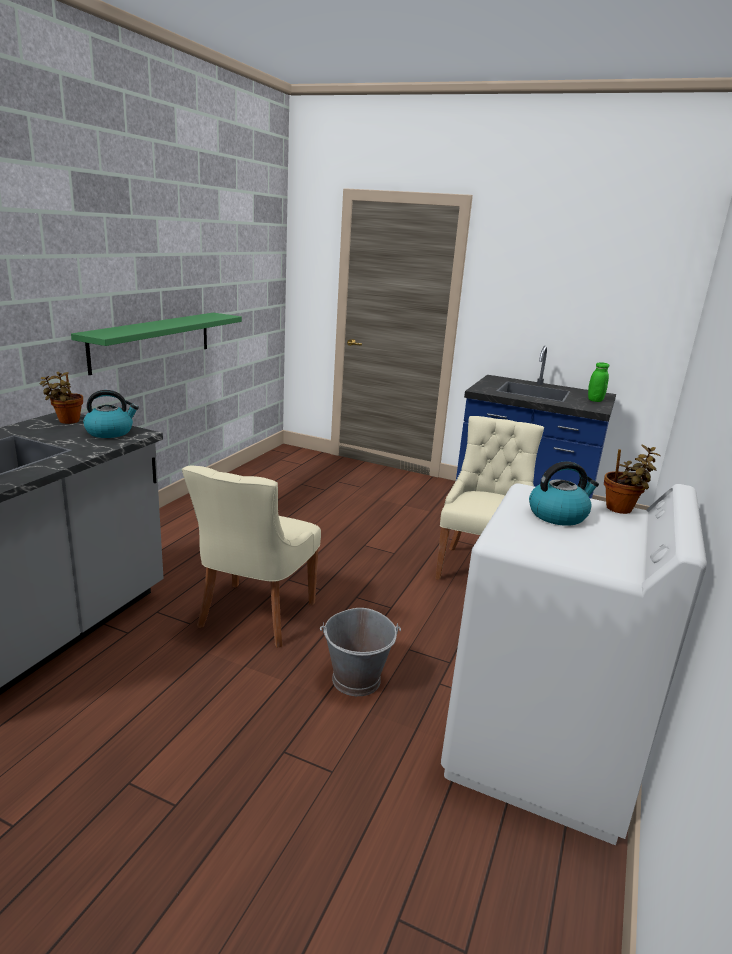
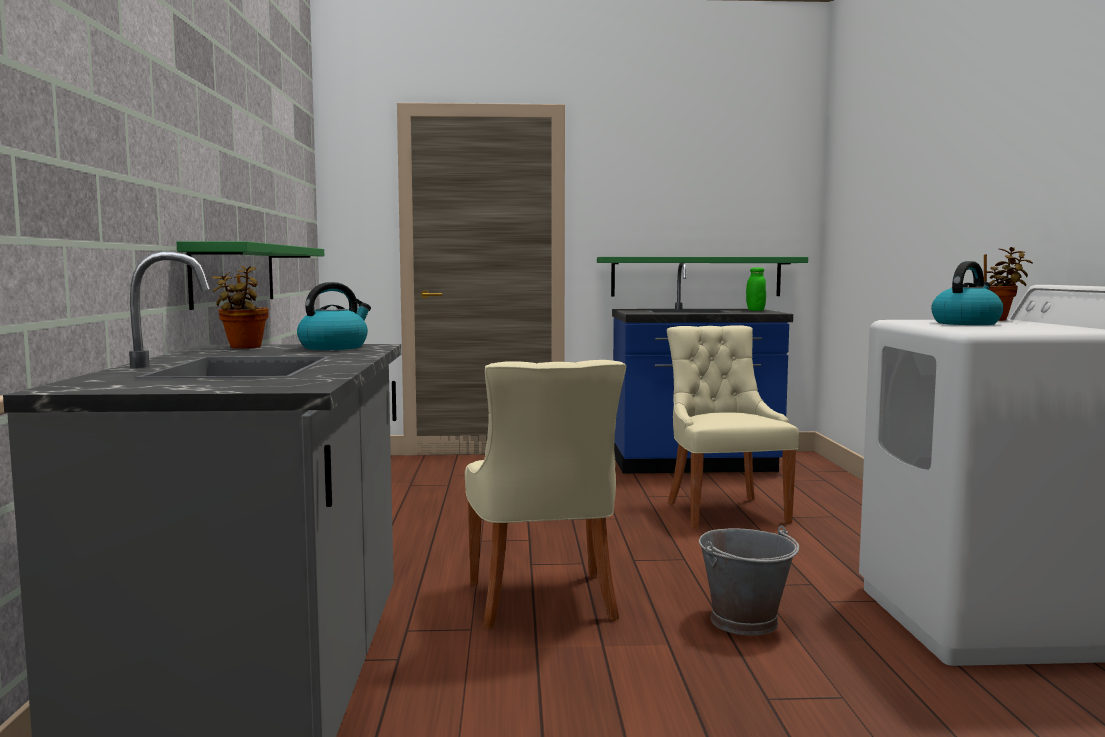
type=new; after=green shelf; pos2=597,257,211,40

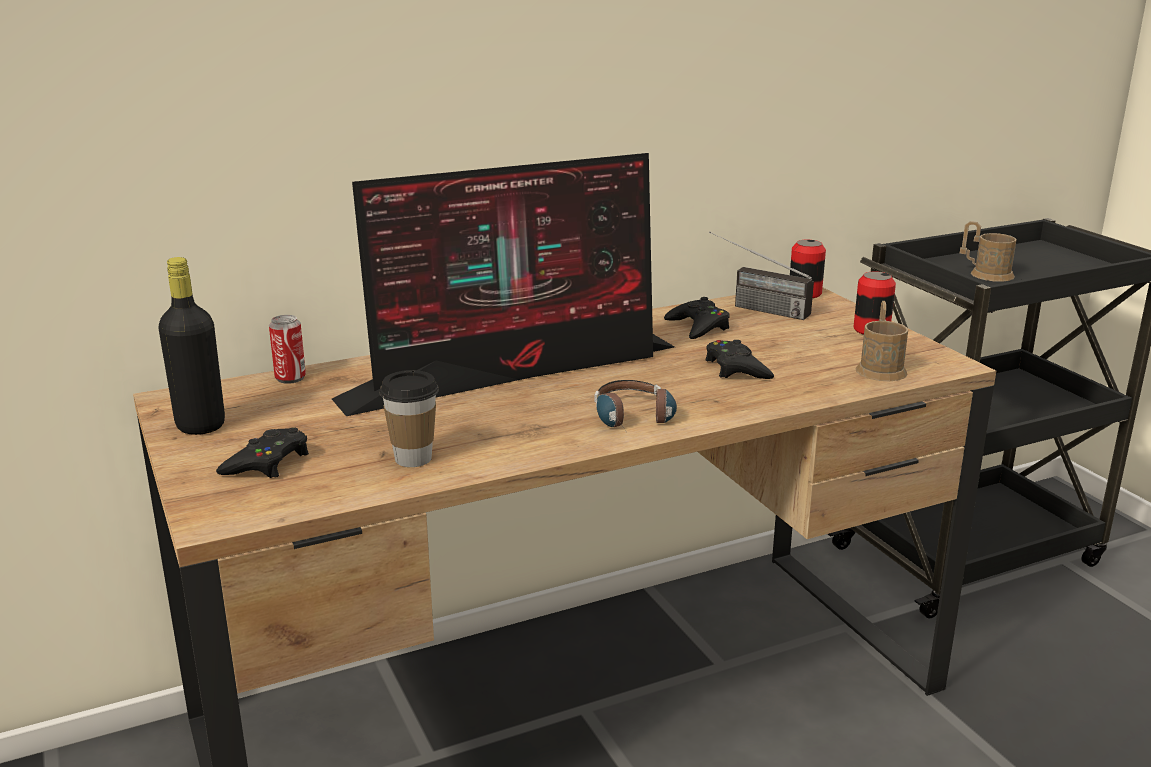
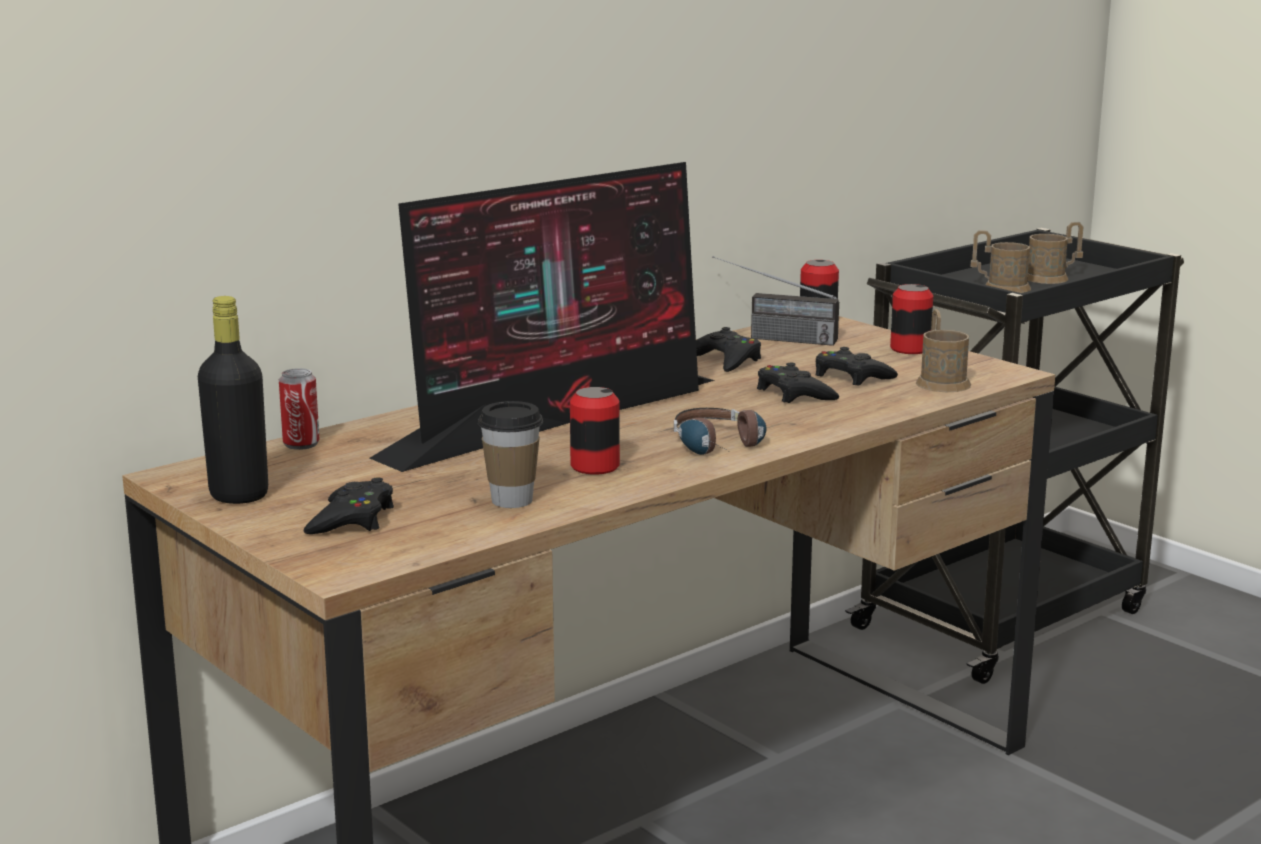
type=new; after=can; pos2=570,387,50,88
type=new; after=black game controller; pos2=816,347,82,39
type=new; after=brown mug; pos2=1027,222,57,62

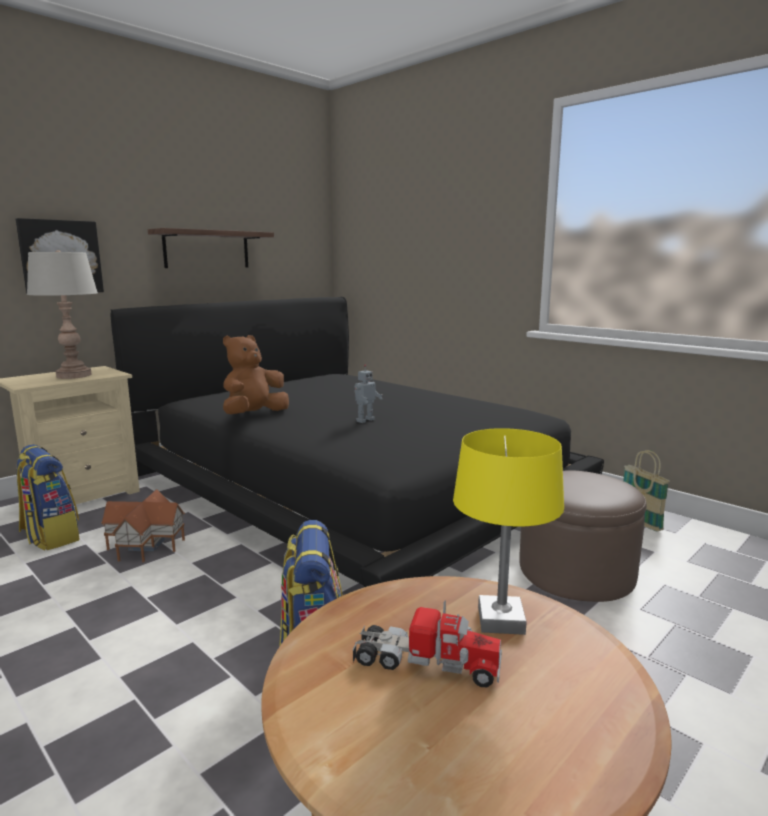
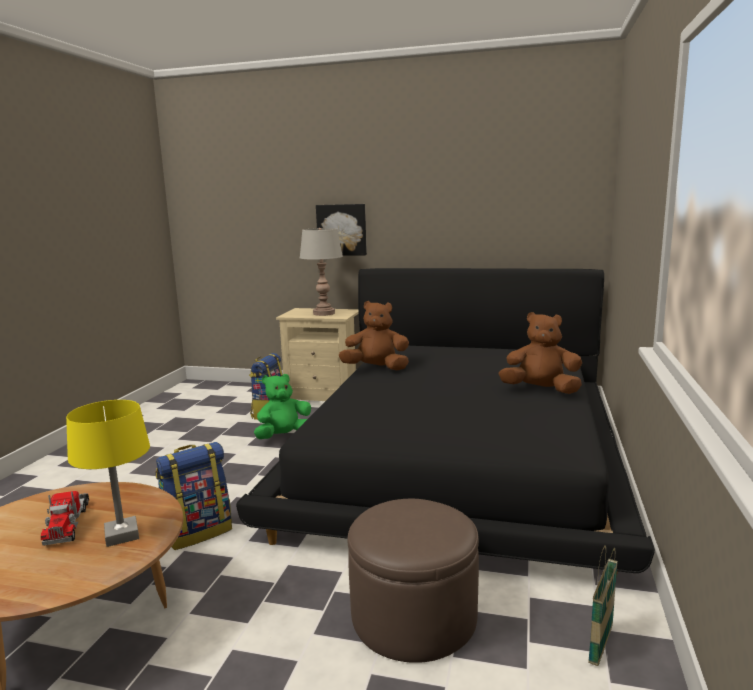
type=gone; before=shelf; pos1=148,228,126,40
type=gone; before=toy robot; pos1=355,365,27,58
type=new; after=brown plush toy; pos2=499,312,83,82
type=swapped; before=toy house; after=green plush toy; pos1=101,489,84,73; pos2=254,374,57,65

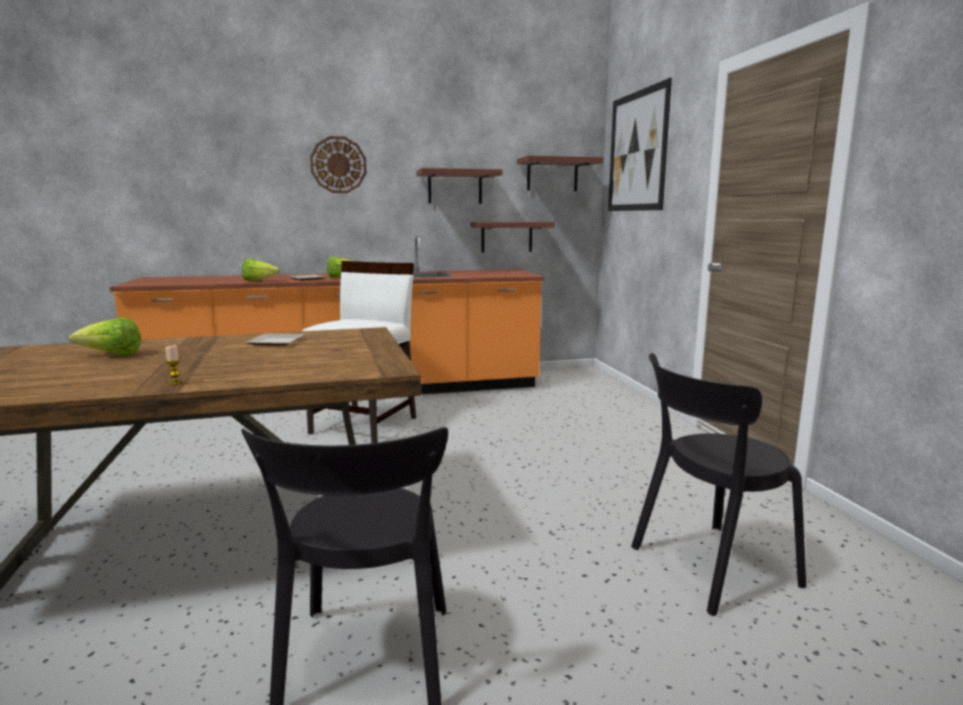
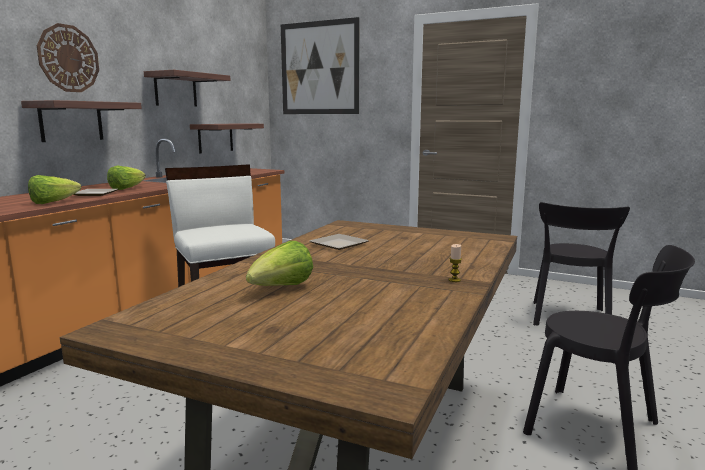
type=shifted; before=shelf; pos1=517,155,86,36; pos2=21,100,121,42

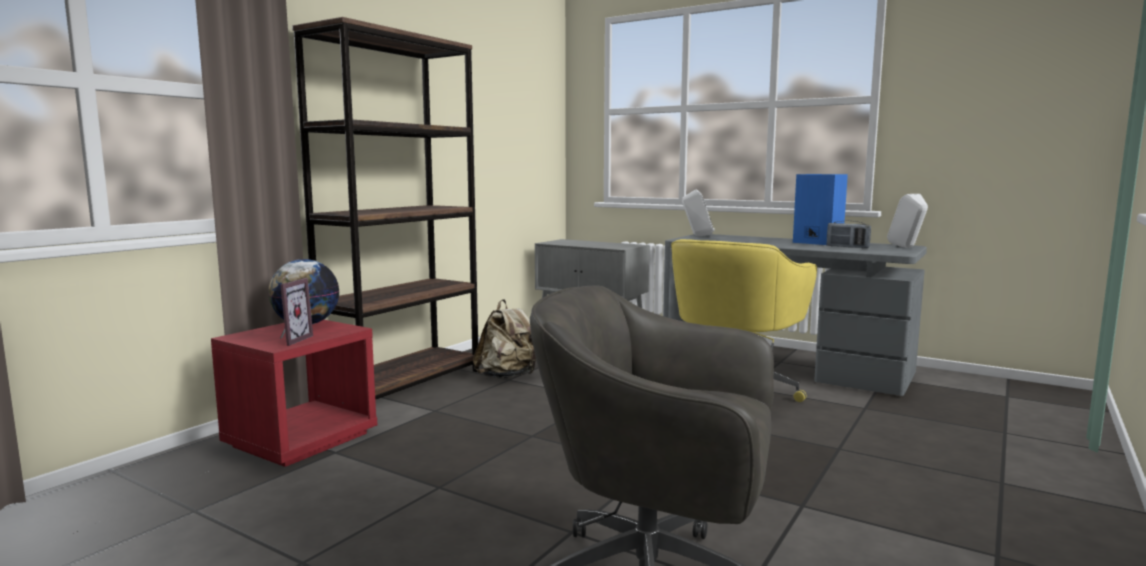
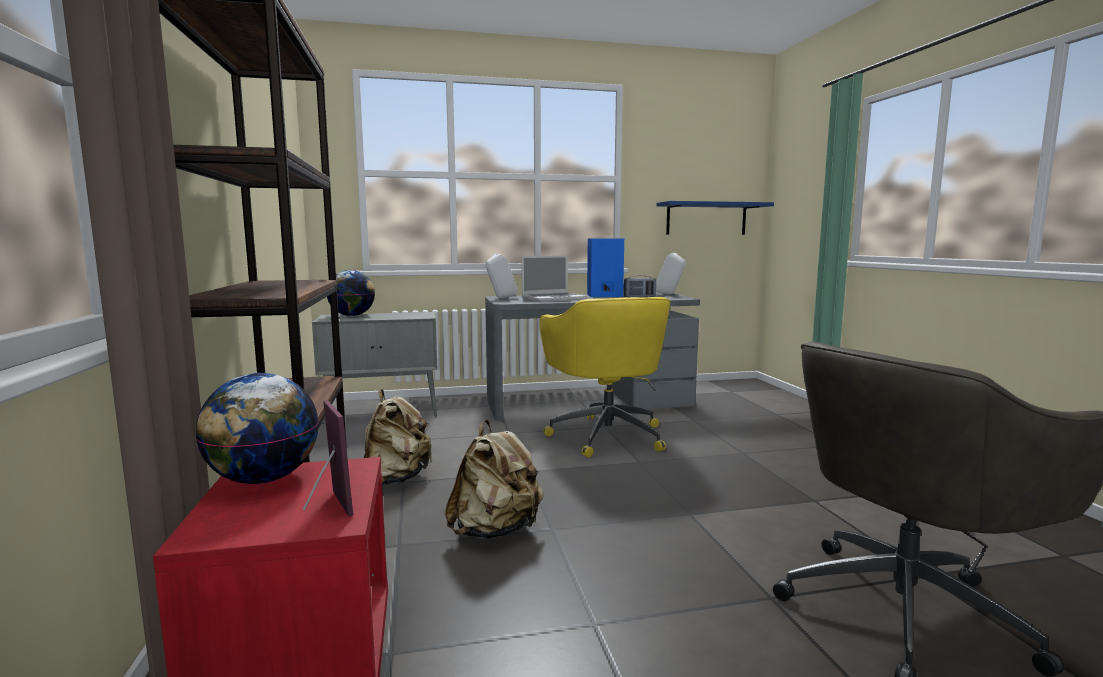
type=new; after=globe; pos2=327,270,48,46
type=new; after=beige backpack; pos2=445,420,99,119
type=new; after=laptop; pos2=522,256,64,46
type=new; after=blue shelf; pos2=656,201,118,34

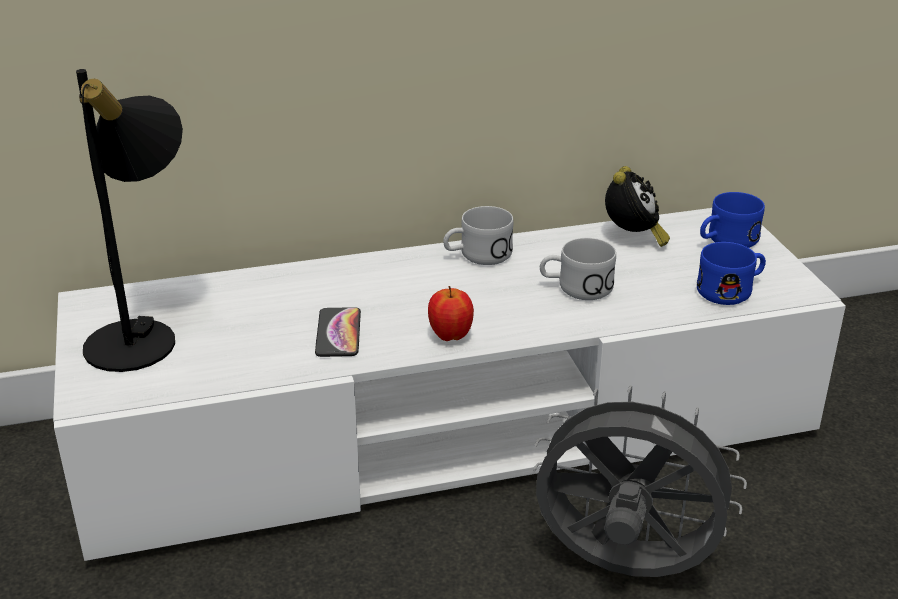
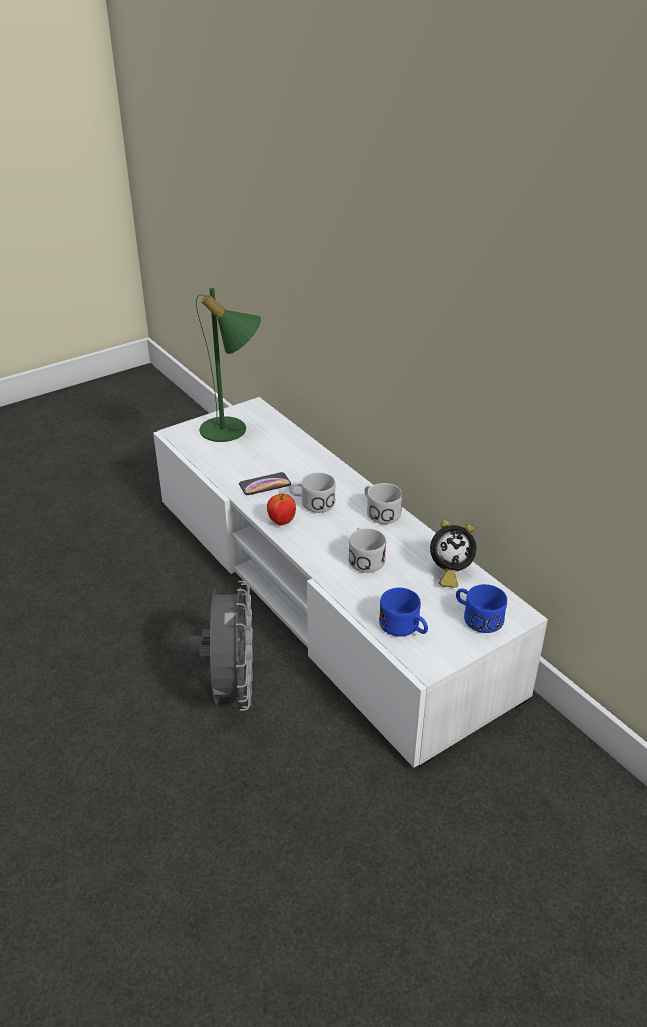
type=new; after=white mug; pos2=289,472,47,41
type=repainted; before=black table lamp; after=green table lamp; pos1=76,69,107,303; pos2=196,288,65,154

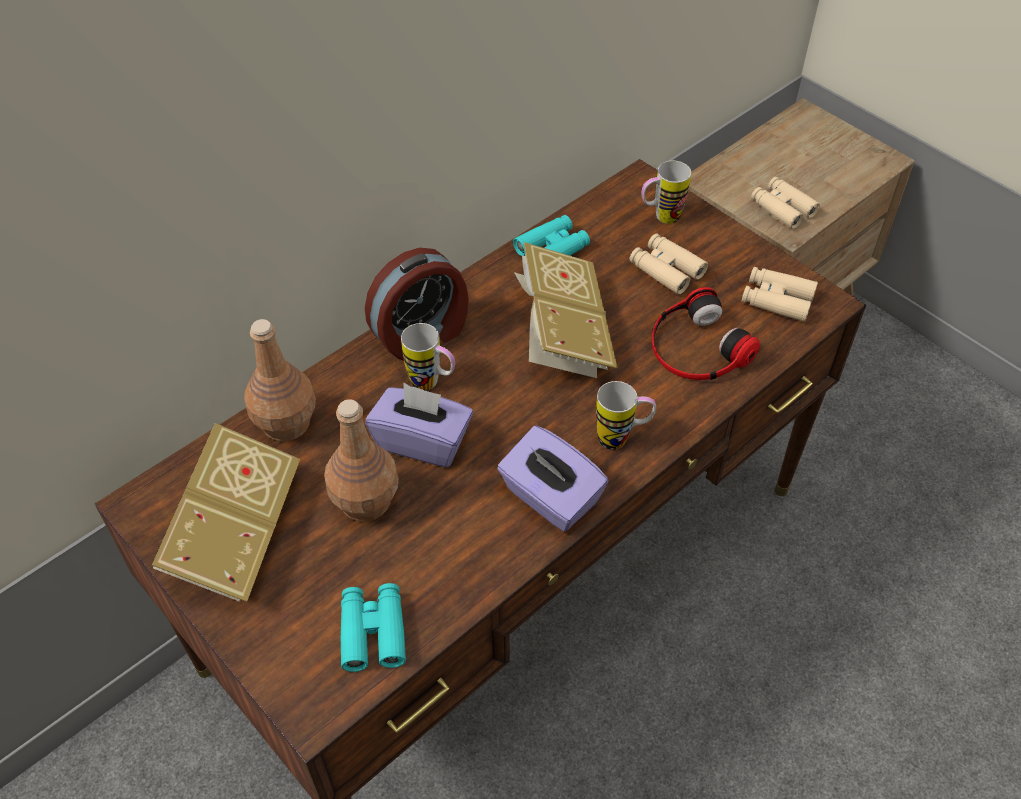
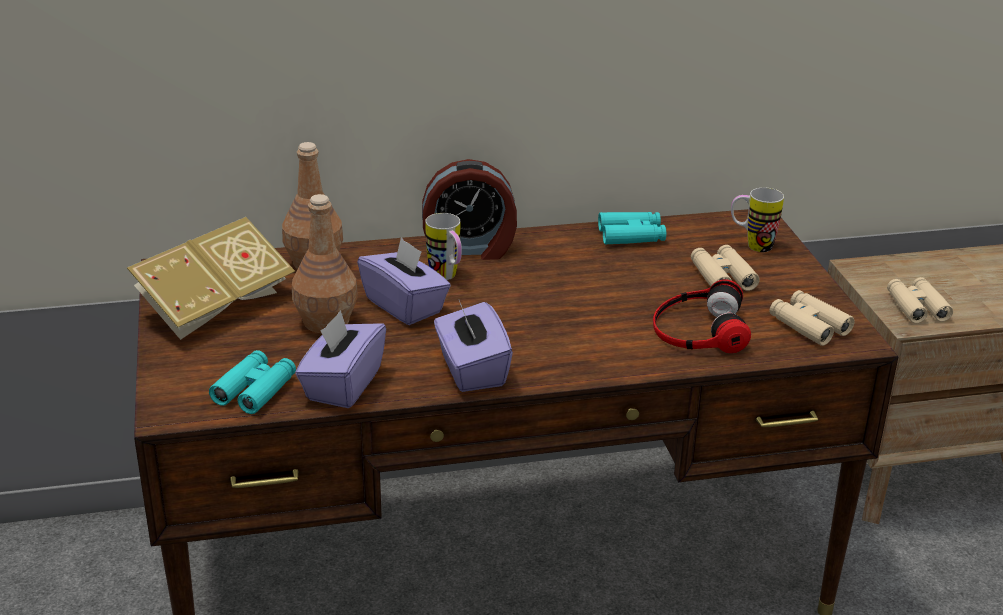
type=gone; before=book; pos1=514,242,103,136
type=gone; before=mug; pos1=596,381,60,69
type=new; after=purple tissue box; pos2=295,310,91,98

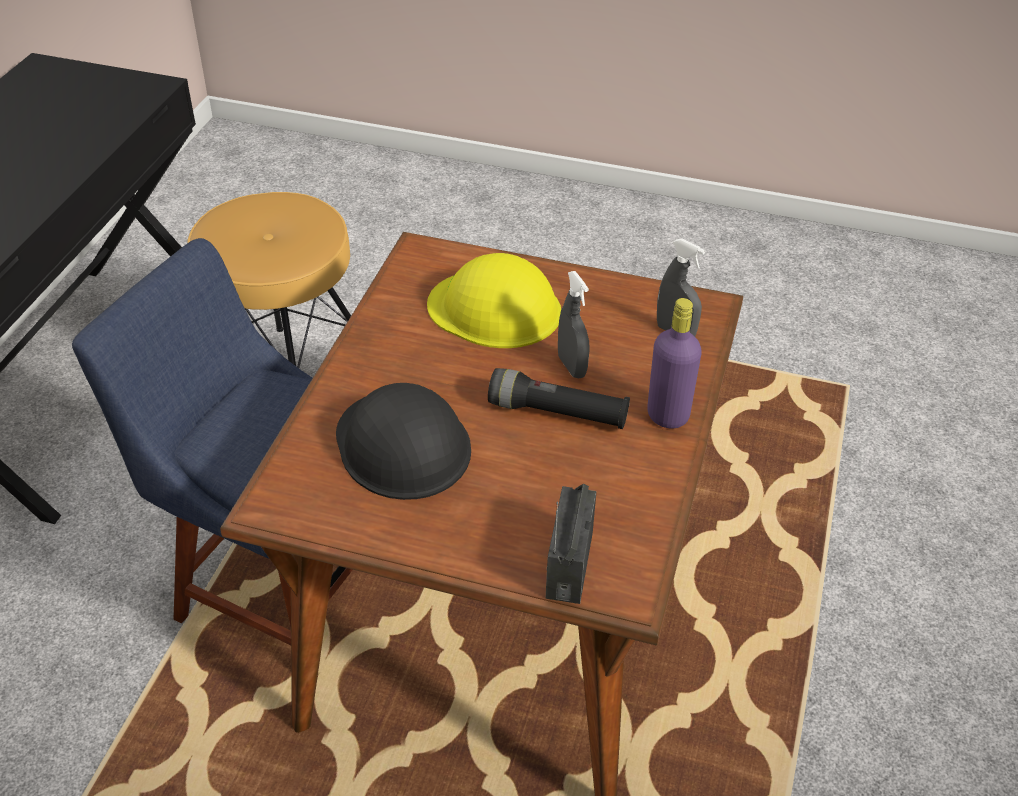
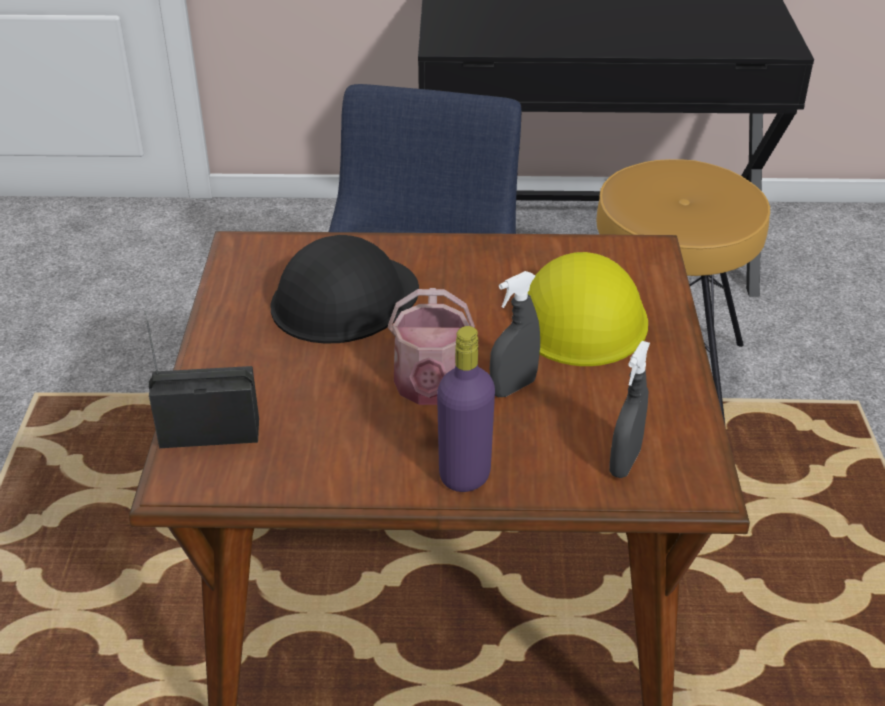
type=swapped; before=black flashlight; after=watering can; pos1=488,368,142,61; pos2=388,288,87,117

